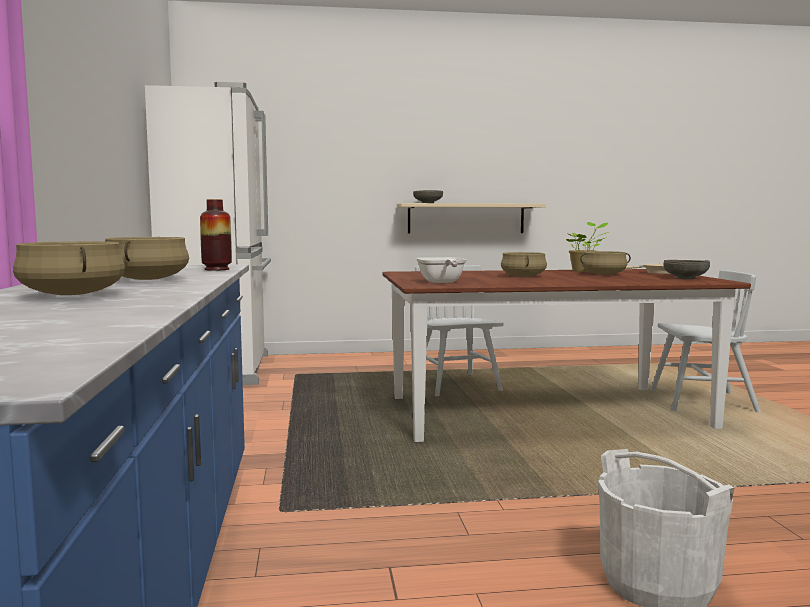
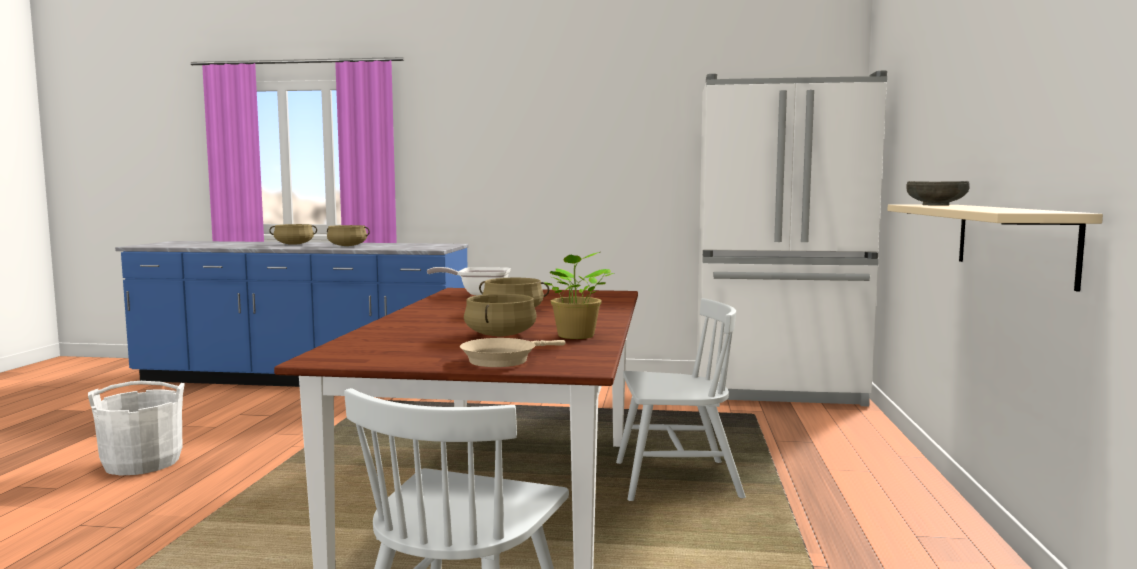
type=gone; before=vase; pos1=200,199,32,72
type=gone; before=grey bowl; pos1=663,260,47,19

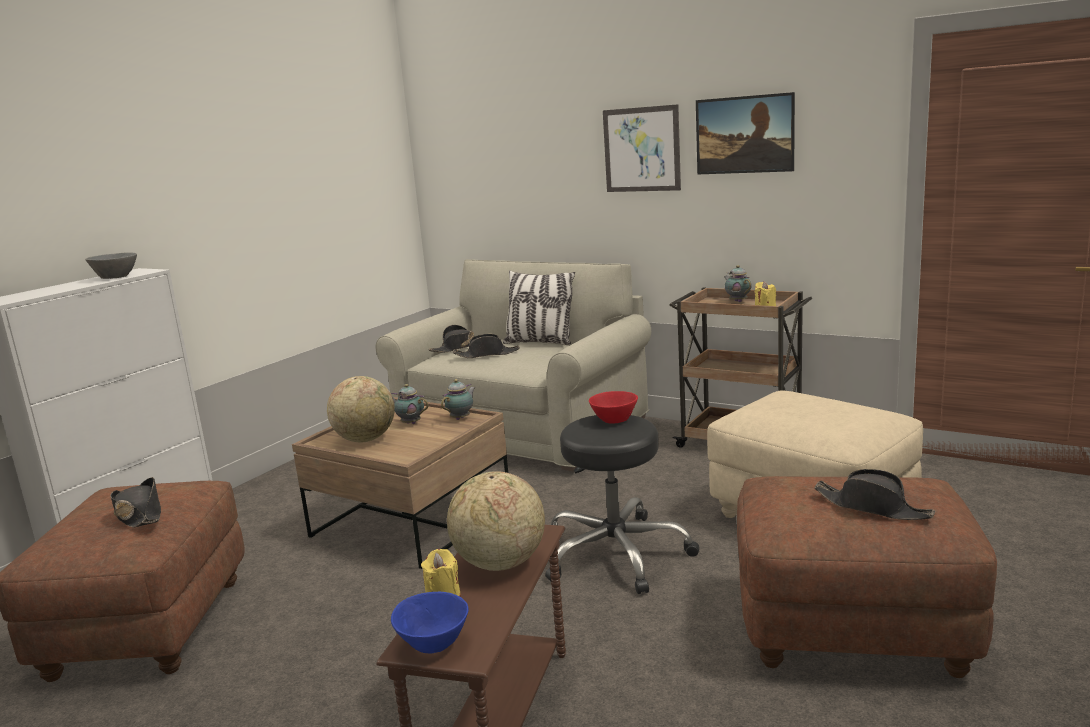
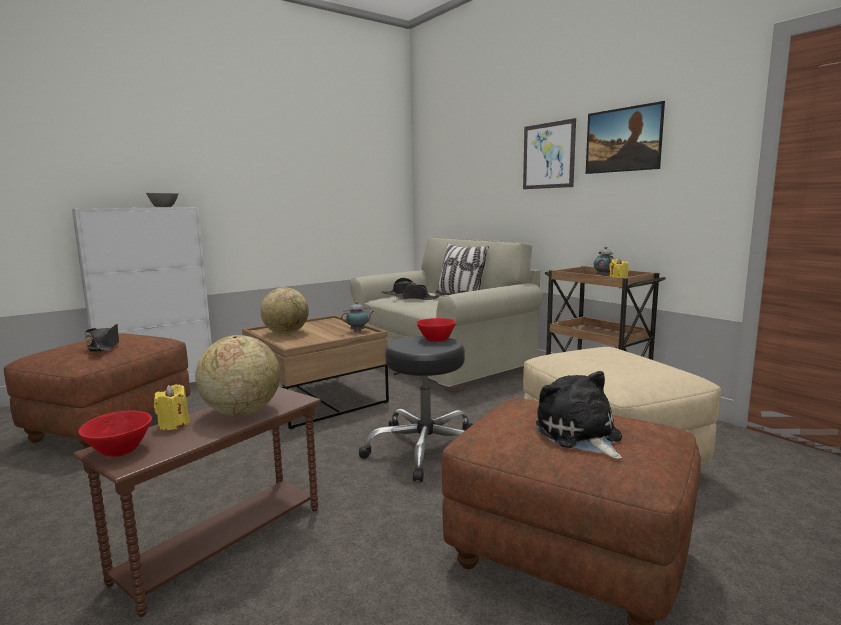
type=gone; before=teapot; pos1=391,384,38,40
type=swapped; before=black hat; after=plush toy; pos1=814,469,121,51; pos2=536,371,86,88
type=repainted; before=blue bowl; after=red bowl; pos1=391,592,78,61; pos2=78,410,74,47

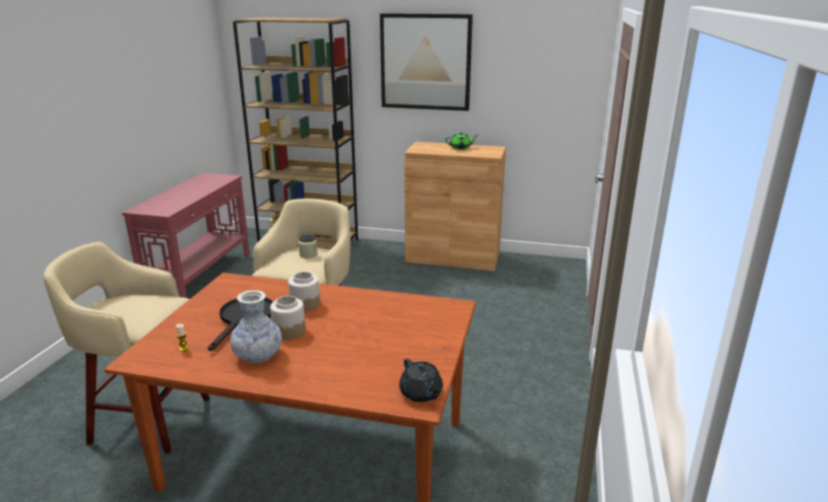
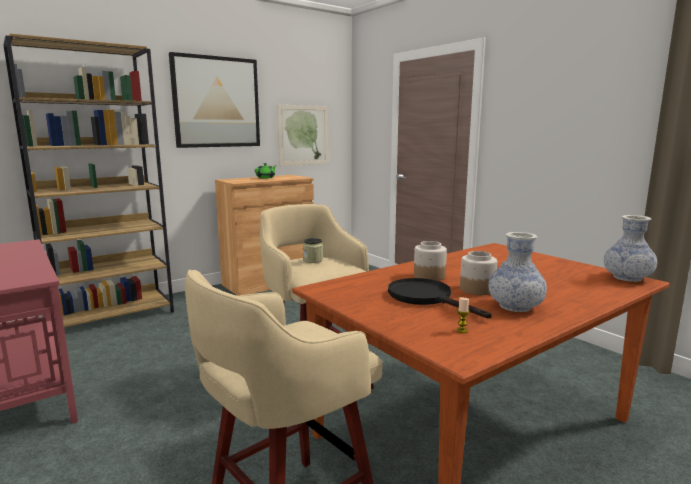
type=new; after=picture; pos2=277,105,52,61
type=swapped; before=black teapot; after=vase; pos1=399,359,44,43; pos2=604,215,53,67

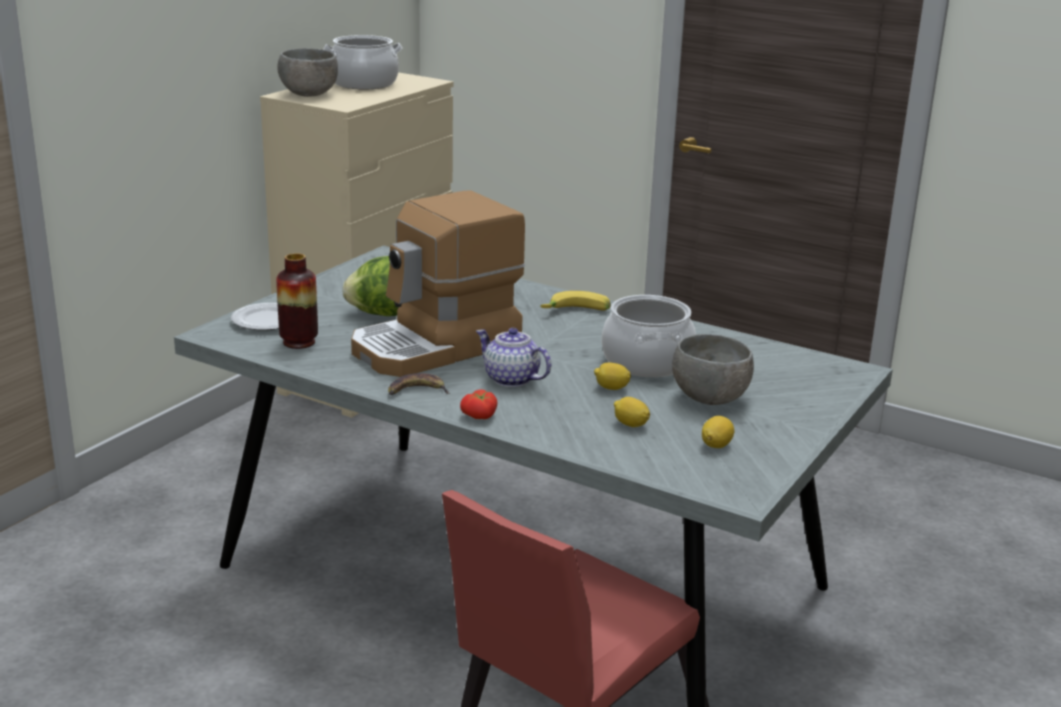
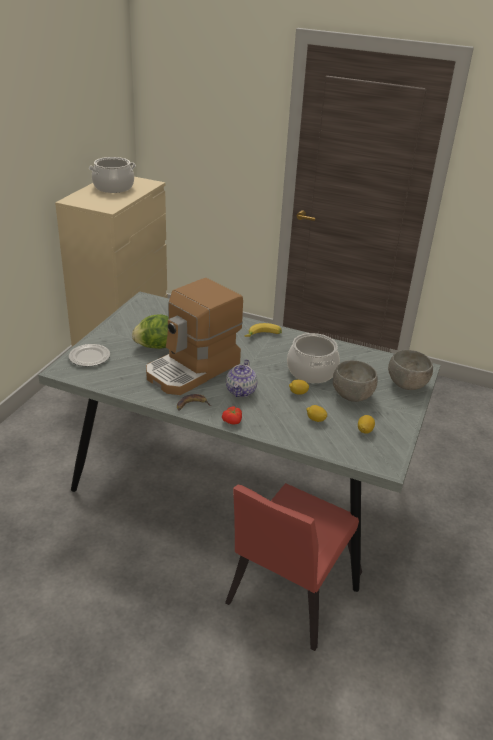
type=gone; before=vase; pos1=276,253,42,96
type=shifted; before=grey bowl; pos1=277,48,61,49; pos2=388,350,45,40
type=rotated; before=teapot; pos1=476,328,75,59; pos2=226,359,32,38; turn=-105

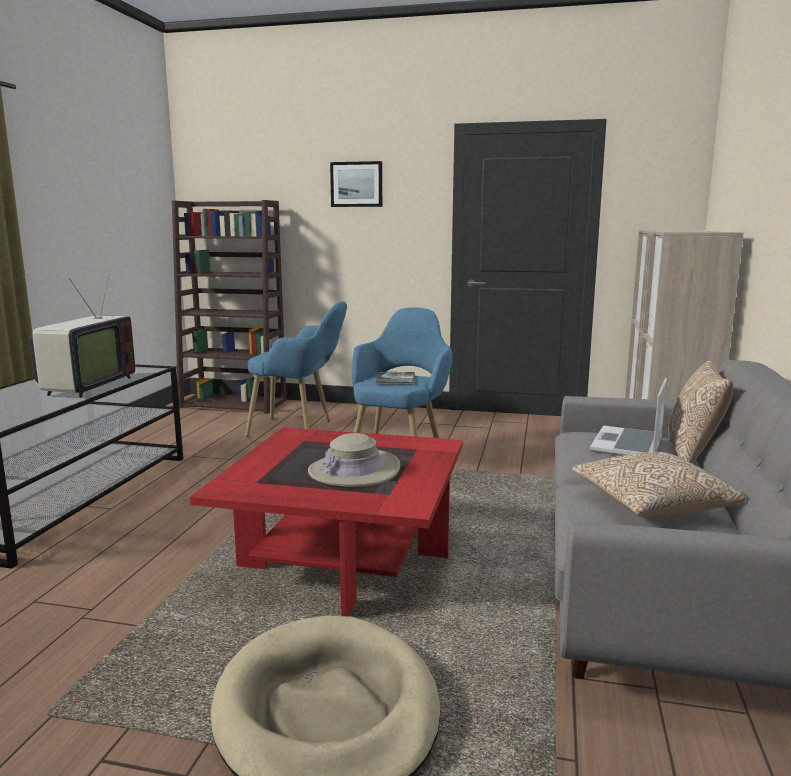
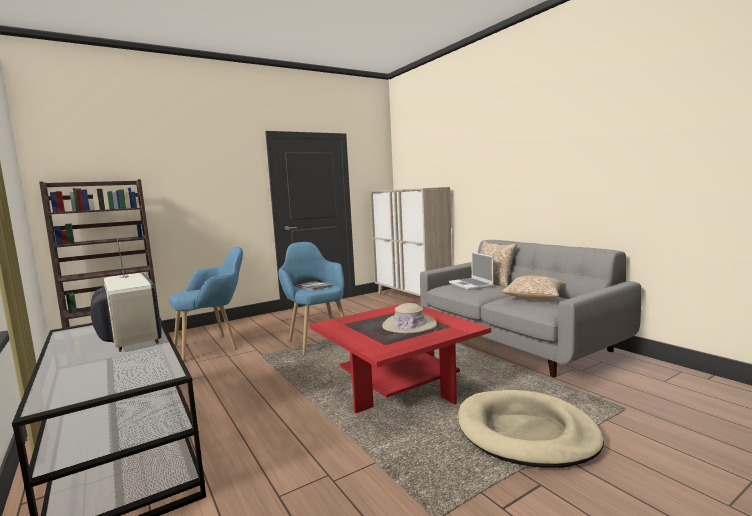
type=gone; before=picture; pos1=330,161,52,46

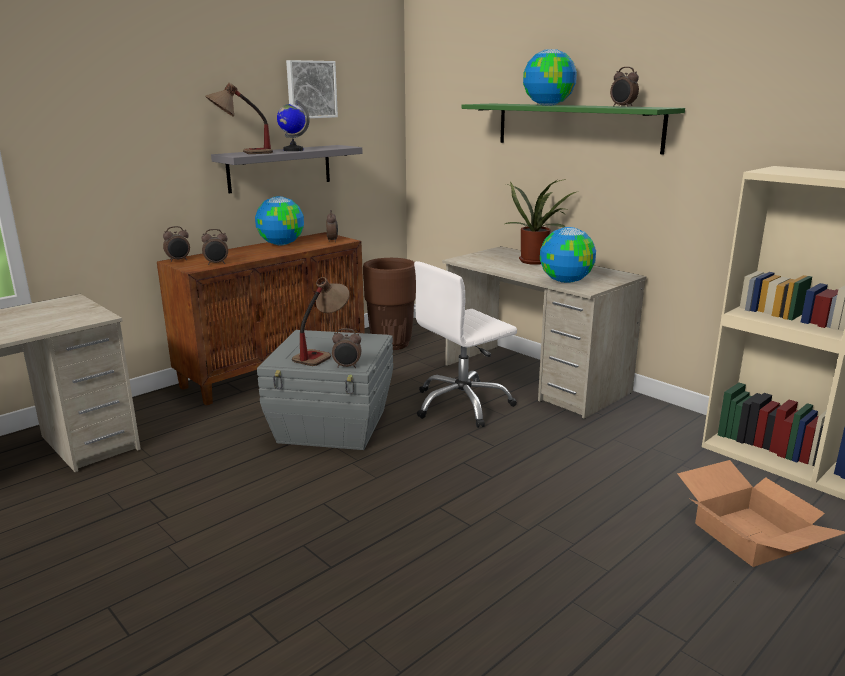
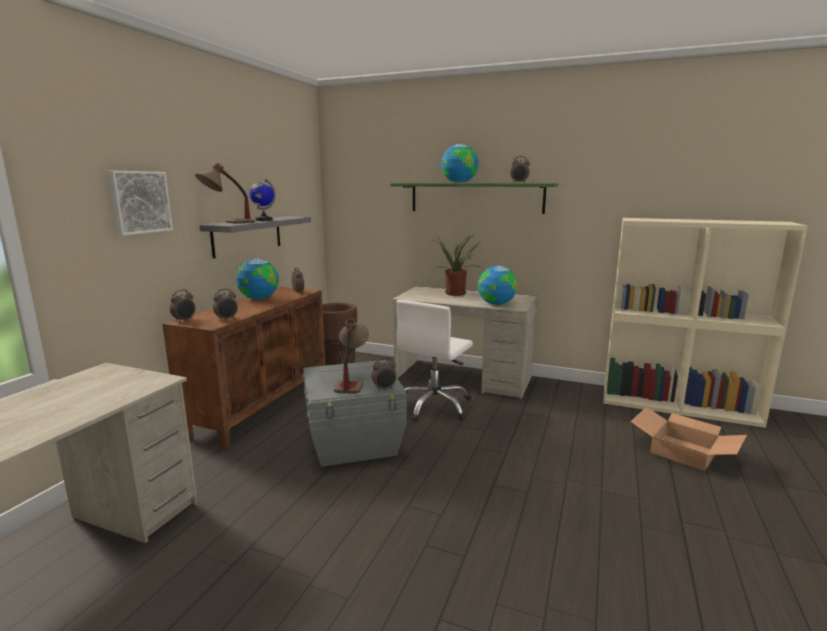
type=shifted; before=picture; pos1=286,60,52,59; pos2=107,171,66,65

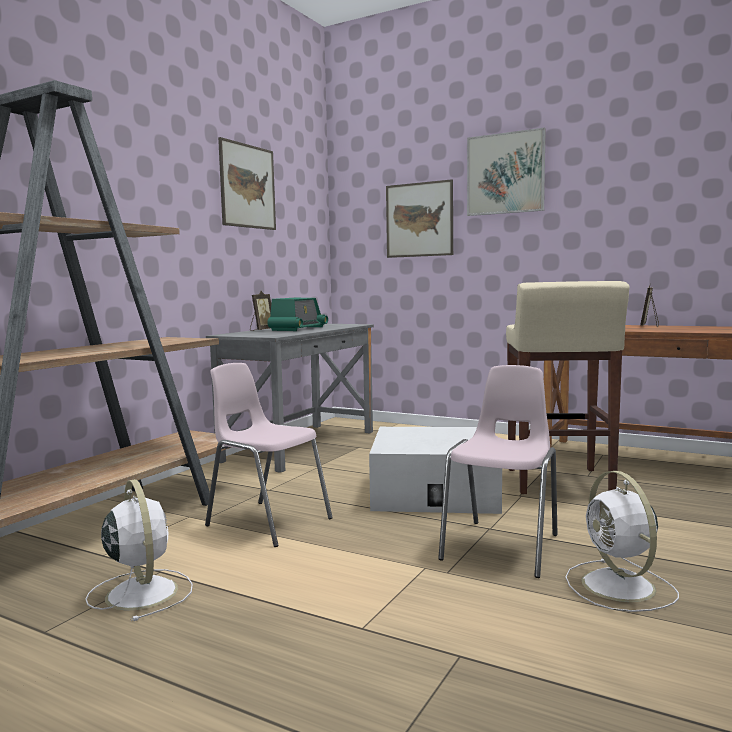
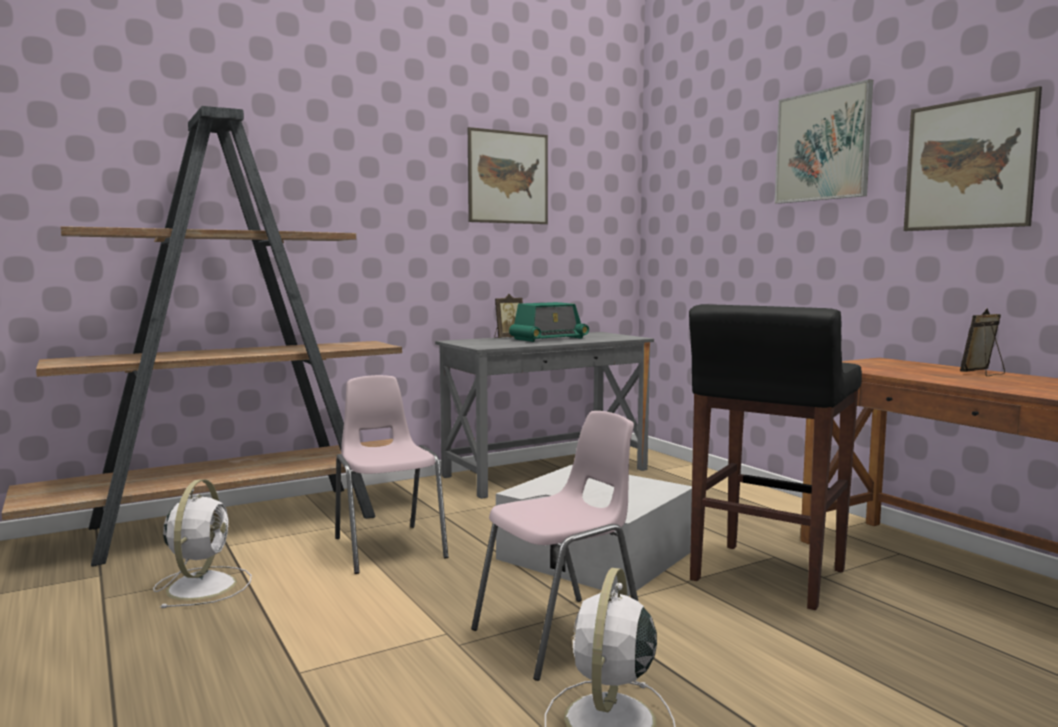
type=shifted; before=picture; pos1=386,179,67,79; pos2=904,86,138,145
type=repainted; before=beige stool; after=black stool; pos1=506,281,123,213; pos2=689,304,173,306

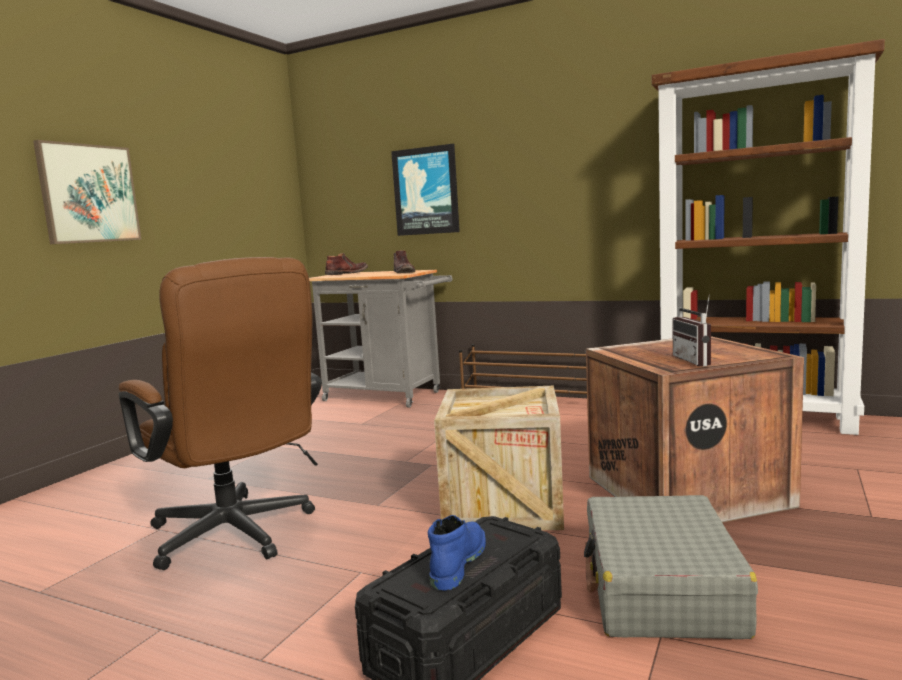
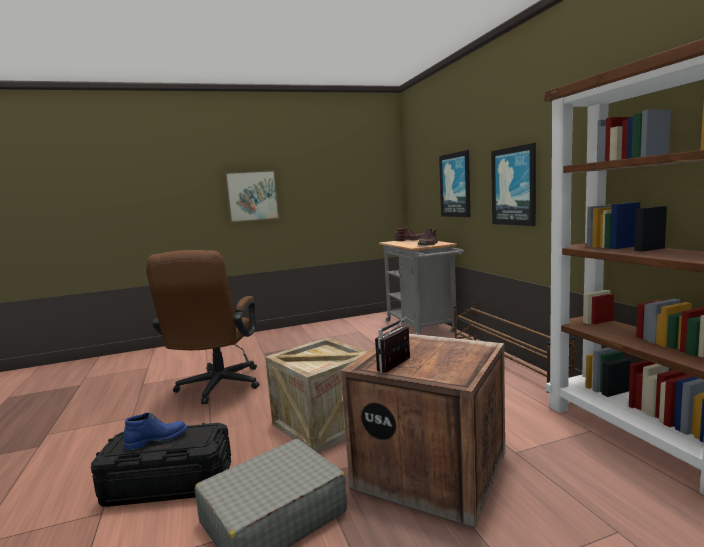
type=new; after=picture; pos2=491,143,45,83

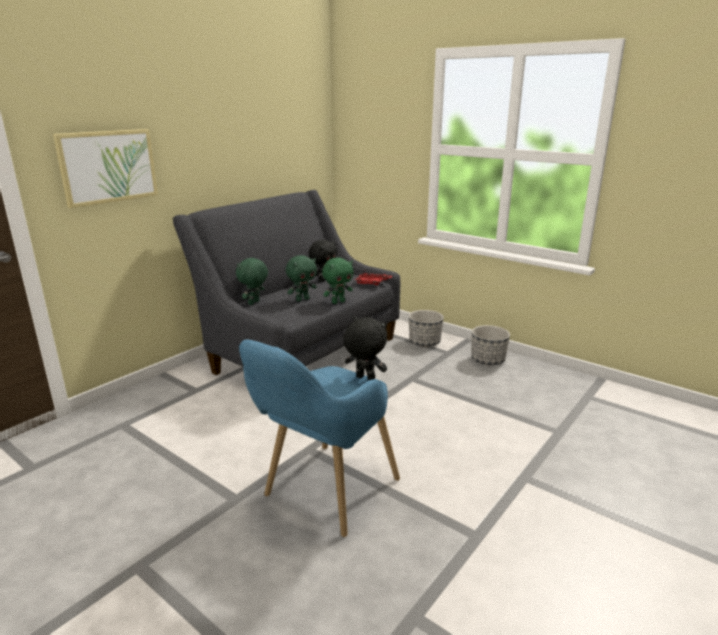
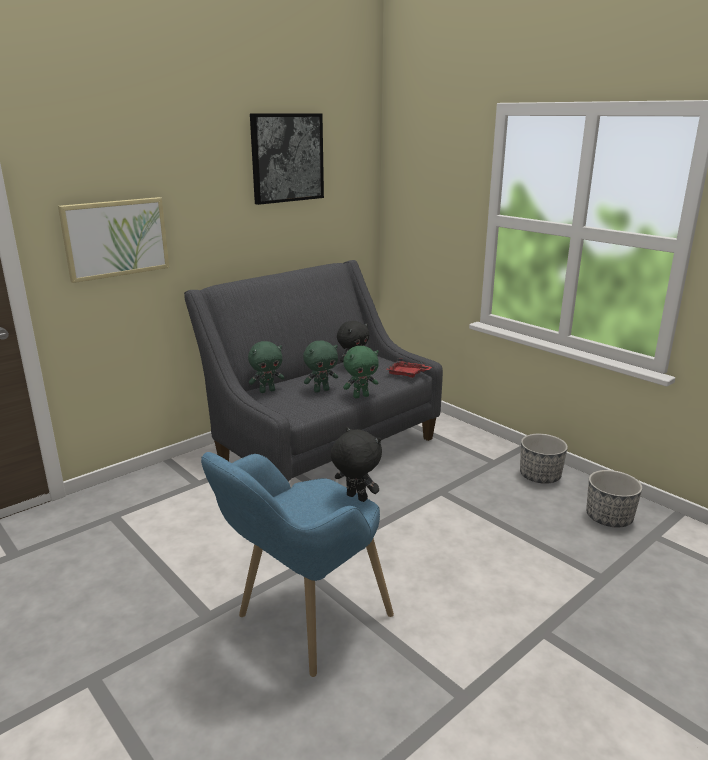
type=new; after=picture; pos2=250,113,74,92
type=shifted; before=planter; pos1=409,310,35,37; pos2=586,470,56,58
type=rotated; before=green plush toy; pos1=236,257,32,48; pos2=248,341,36,52; turn=-150

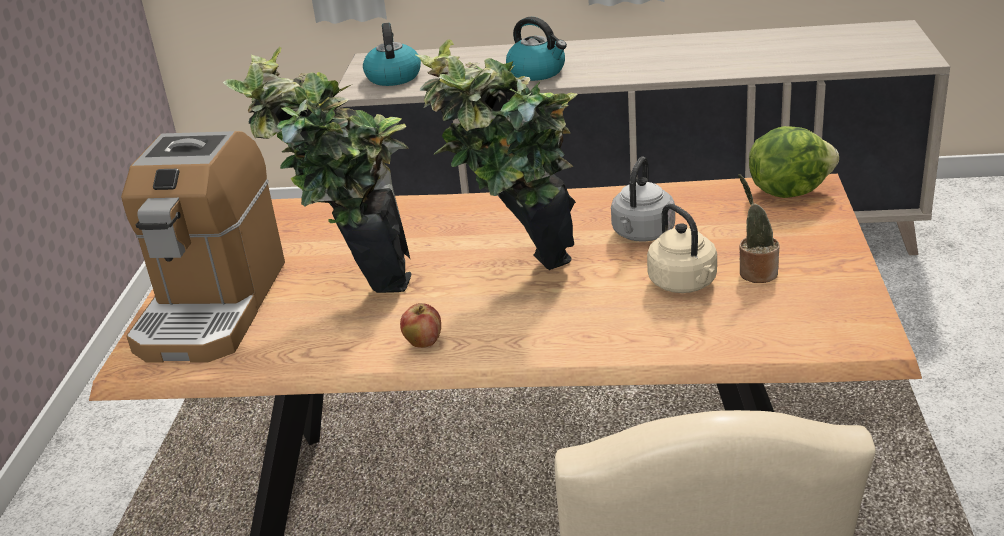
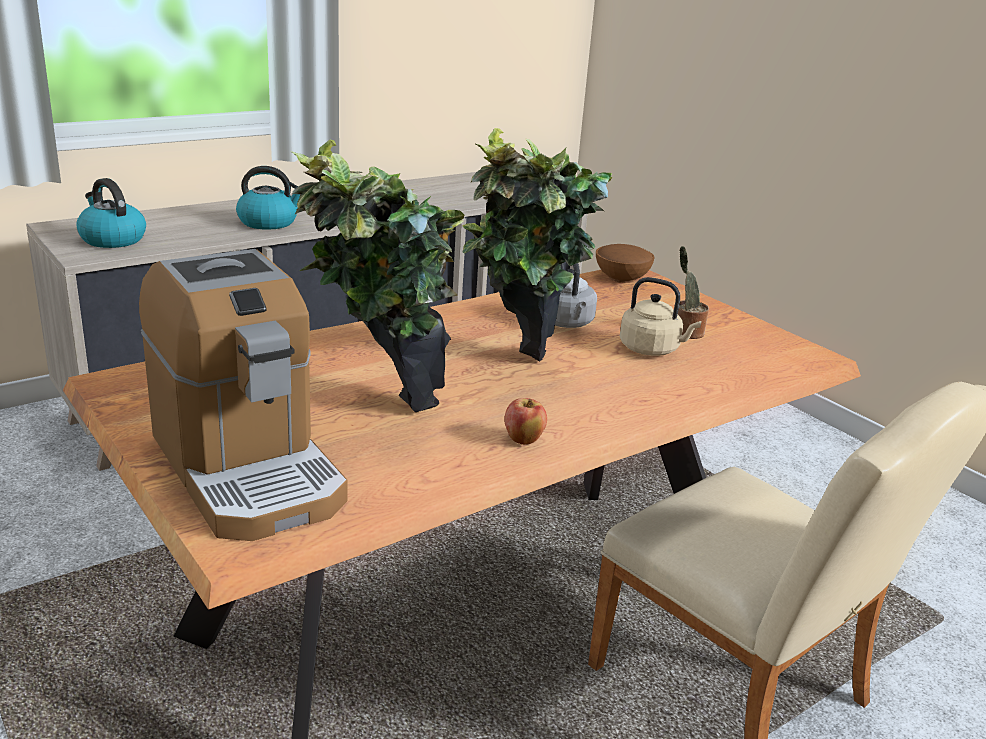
type=swapped; before=lettuce; after=brown bowl; pos1=749,126,90,72; pos2=596,244,59,39

